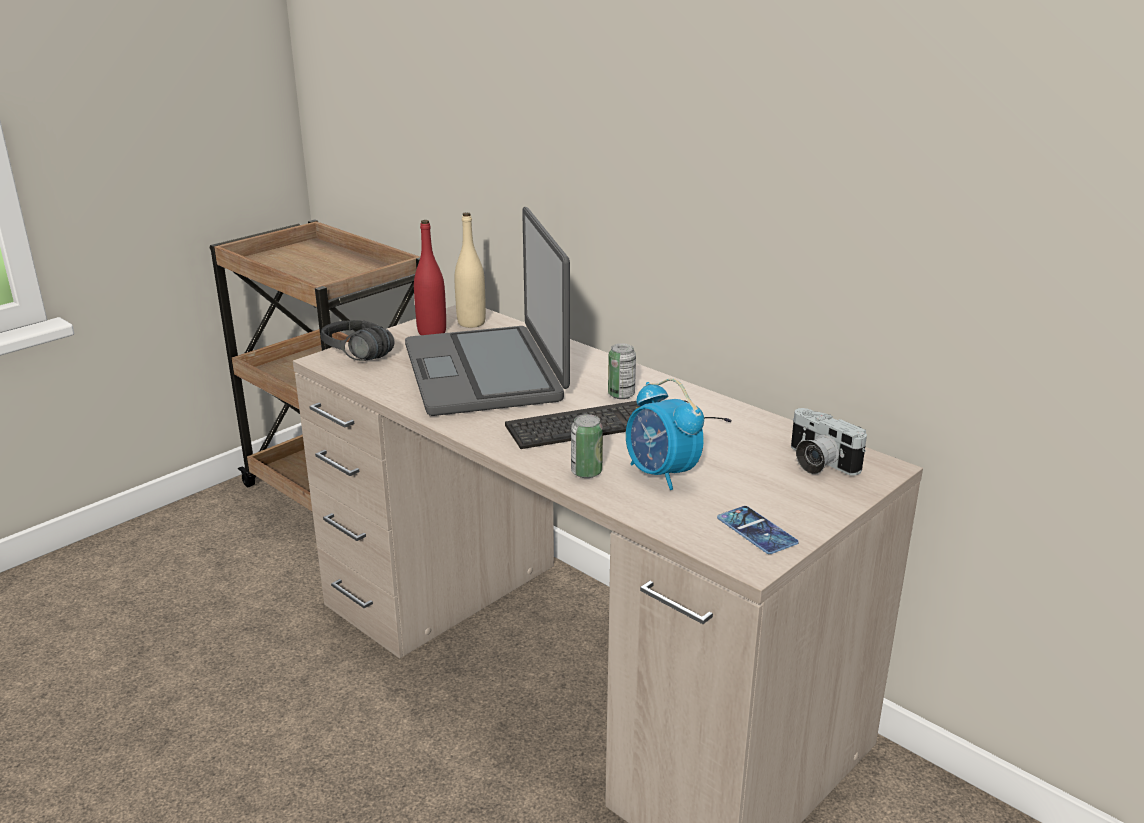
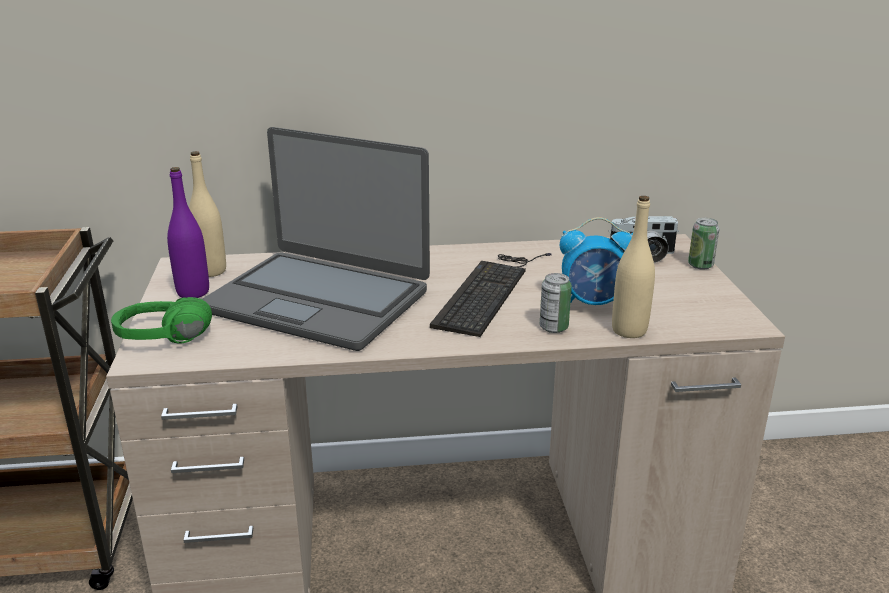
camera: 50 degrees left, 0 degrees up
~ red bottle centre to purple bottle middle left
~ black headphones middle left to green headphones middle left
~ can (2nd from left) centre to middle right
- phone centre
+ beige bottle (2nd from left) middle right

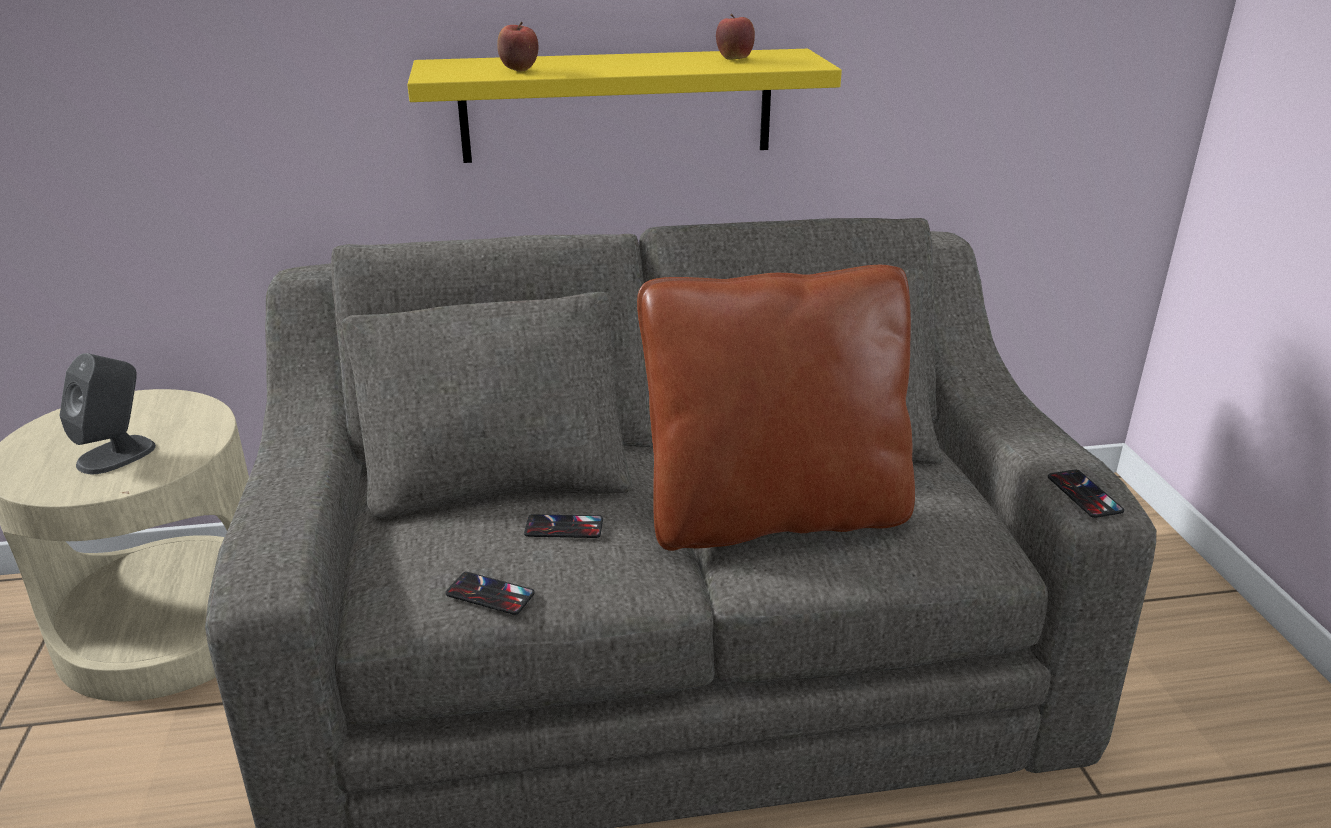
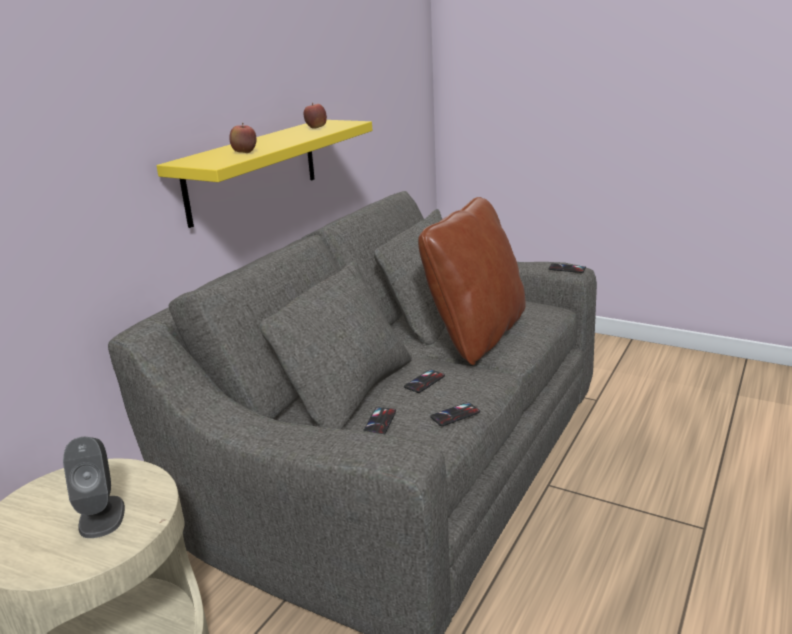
camera: 50 degrees left, 5 degrees down
+ phone (1st from left) centre

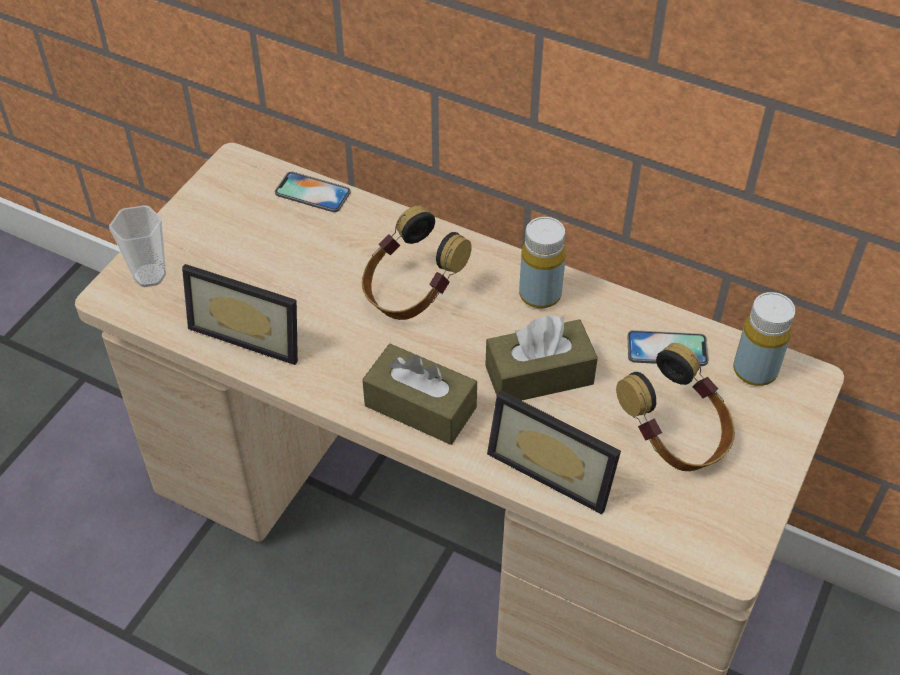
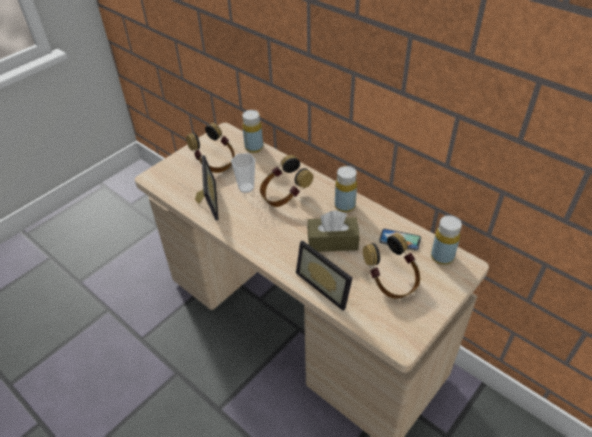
camera: 15 degrees right, 5 degrees down
~ phone (1st from left) top centre to yellow bottle (1st from left) top centre
~ cup middle left to centre
~ picture frame (1st from left) middle left = centre 135 degrees counterclockwise
- brown tissue box (1st from left) centre
+ headphones (1st from left) centre

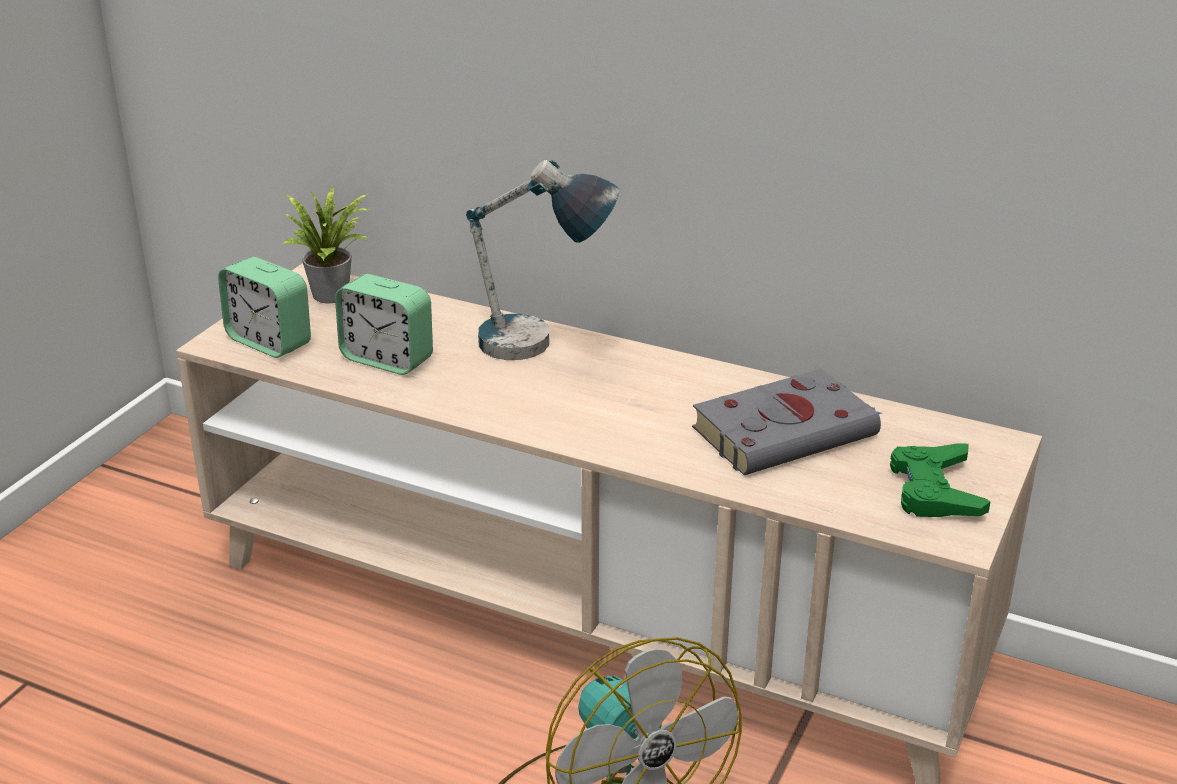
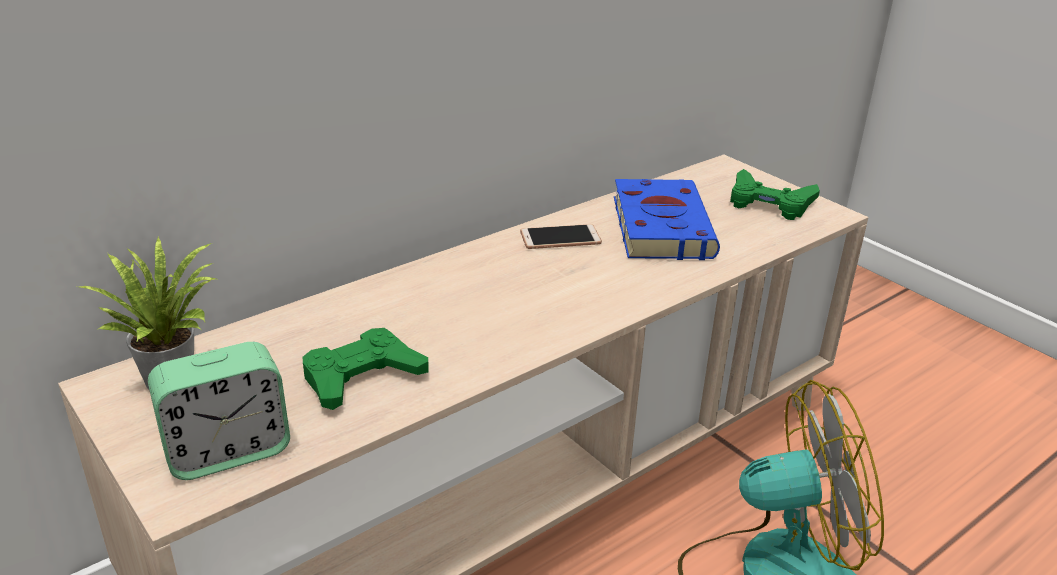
camera: 65 degrees left, 0 degrees up
- table lamp top centre
~ alarm clock (2nd from left) middle left to green game controller (1st from left) centre
~ grey book middle right to blue book centre
+ phone centre

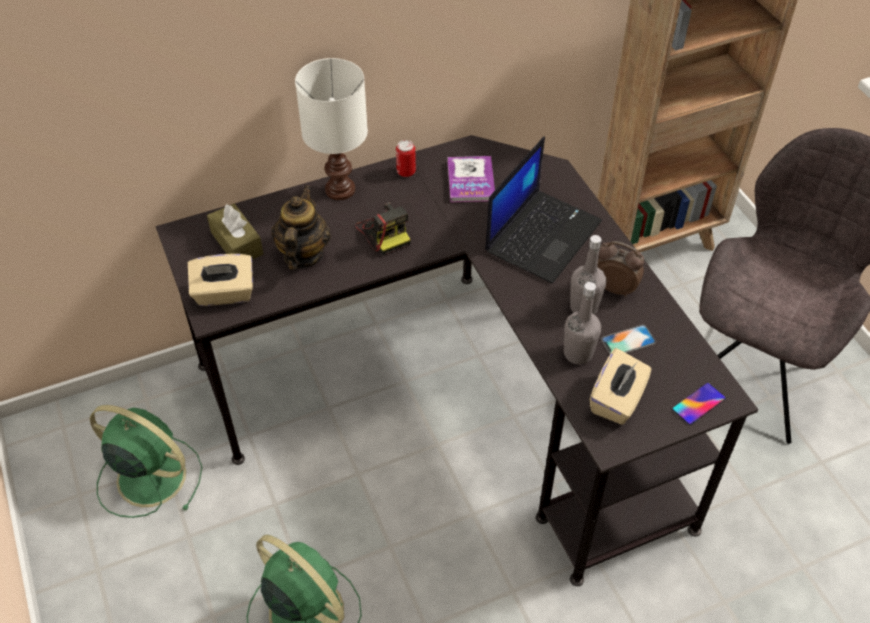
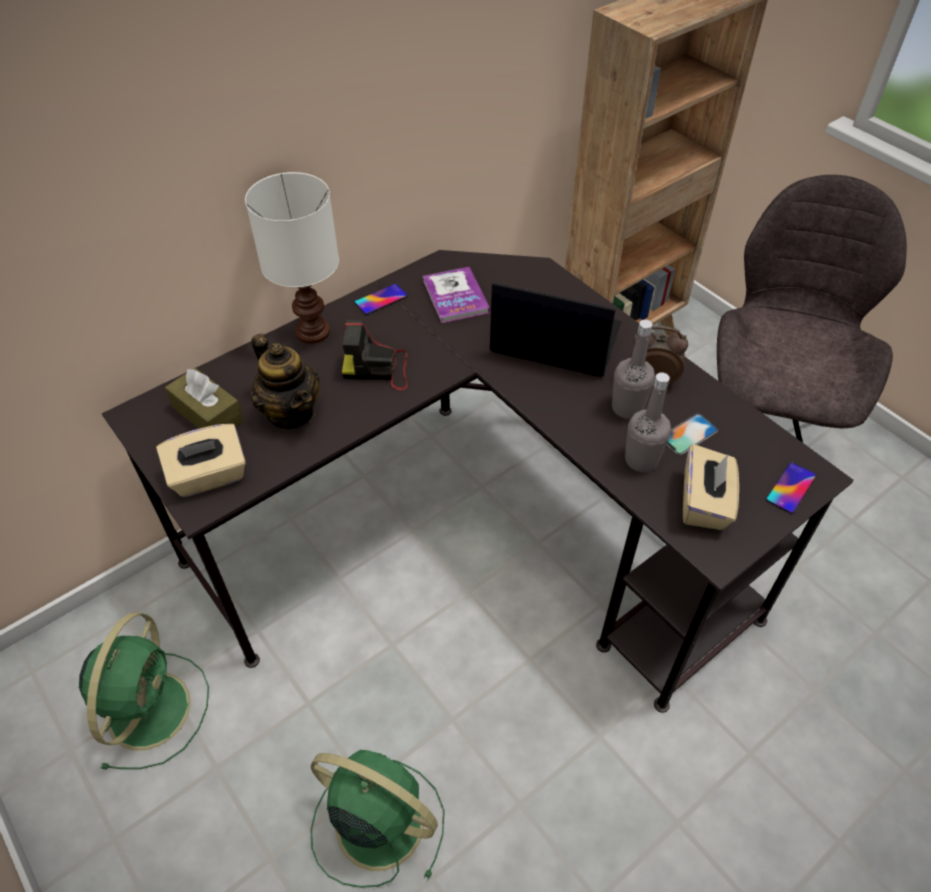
camera: 15 degrees left, 0 degrees up
~ laptop centre = centre 90 degrees counterclockwise
~ can top centre to phone (1st from left) centre
~ teapot centre = middle left 150 degrees clockwise
~ photo camera centre = centre 135 degrees clockwise
~ green fan (1st from left) bottom left = bottom left 90 degrees clockwise

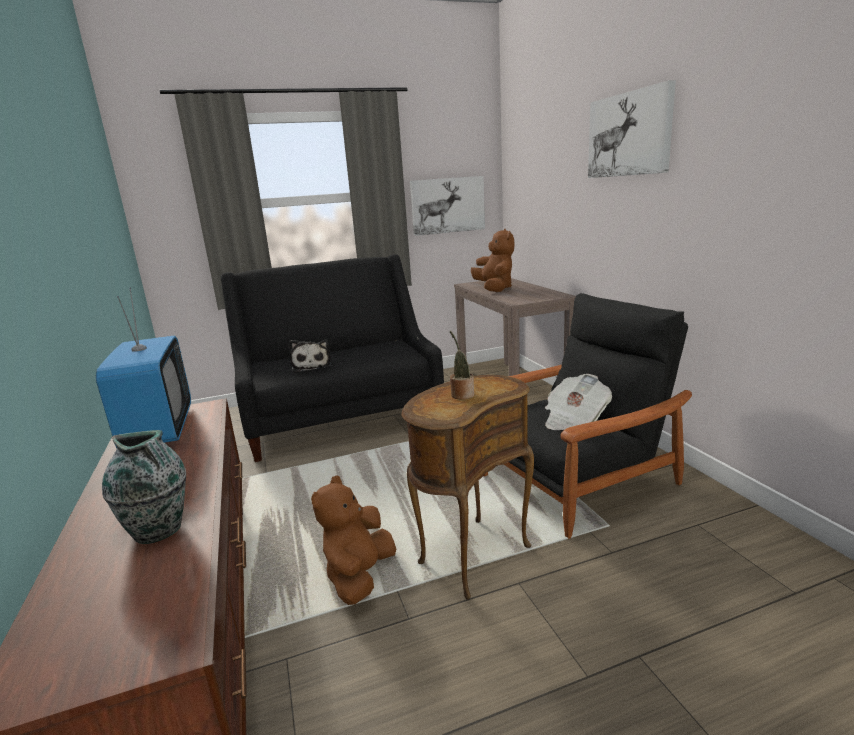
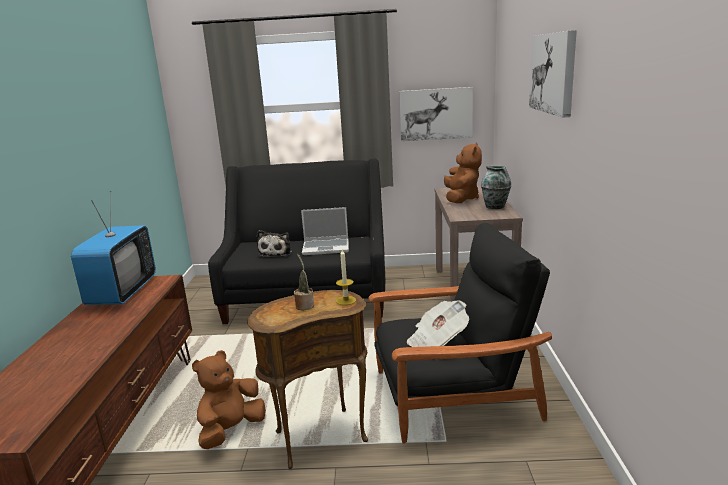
camera: 20 degrees right, 0 degrees up
~ vase middle left to middle right
+ laptop centre
+ candle centre

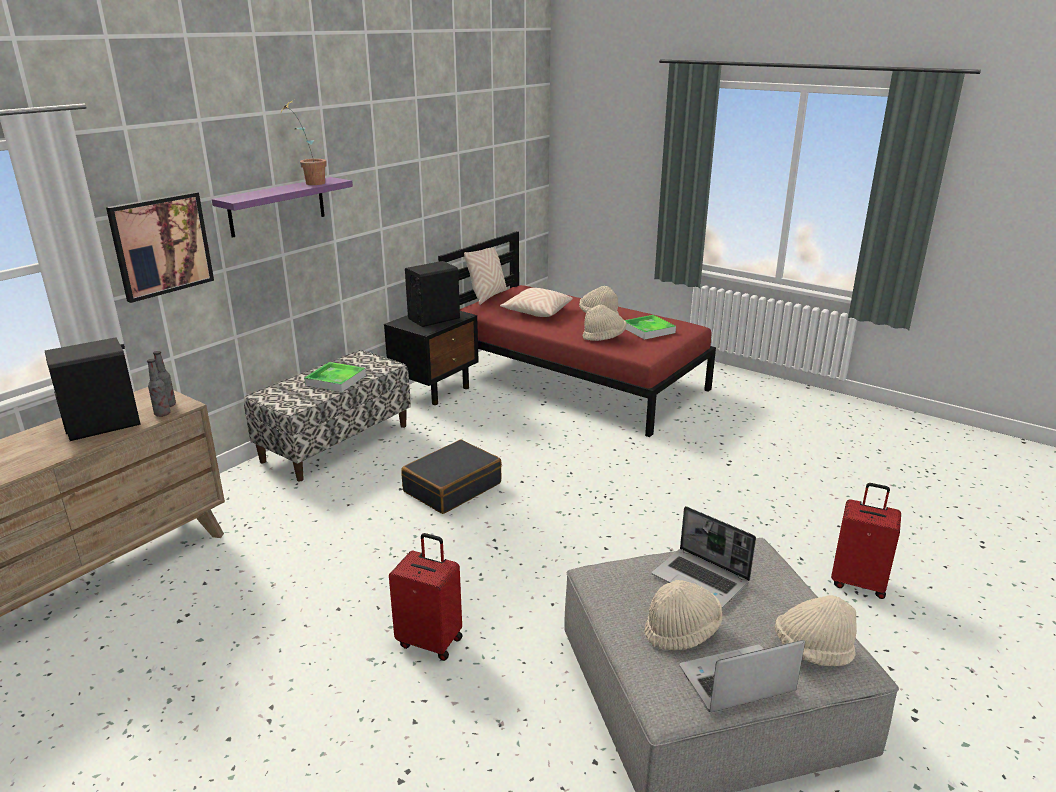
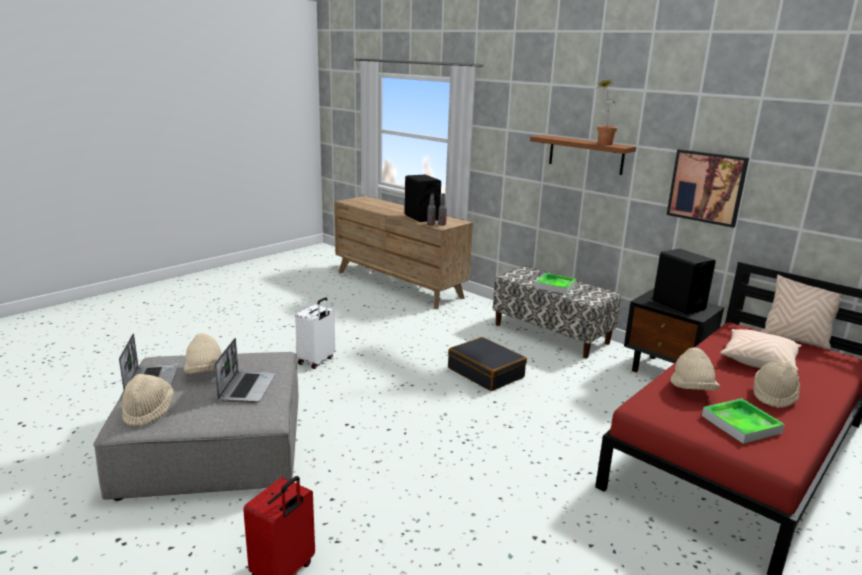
camera: 95 degrees right, 5 degrees down
~ purple shelf top left to brown shelf top right
~ picture top left to top right
~ laptop (1st from left in the first image) bottom right = middle left 135 degrees clockwise
~ red suitcase (1st from left) bottom centre to white suitcase centre

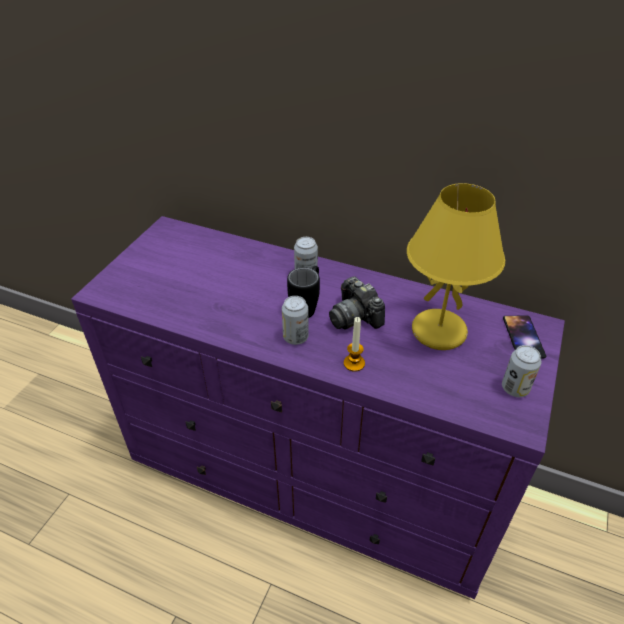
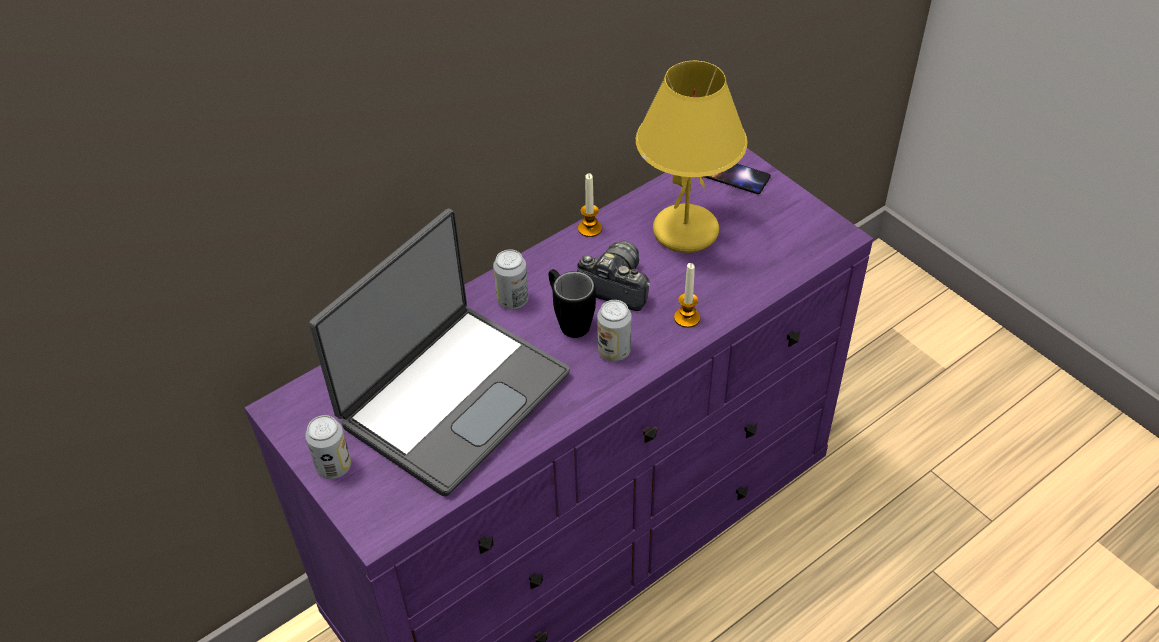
camera: 60 degrees left, 5 degrees up
~ photo camera centre = centre 150 degrees counterclockwise
~ can (3rd from left in the first image) middle right to can (1st from left) bottom left
+ candle (1st from left) top centre
+ laptop centre

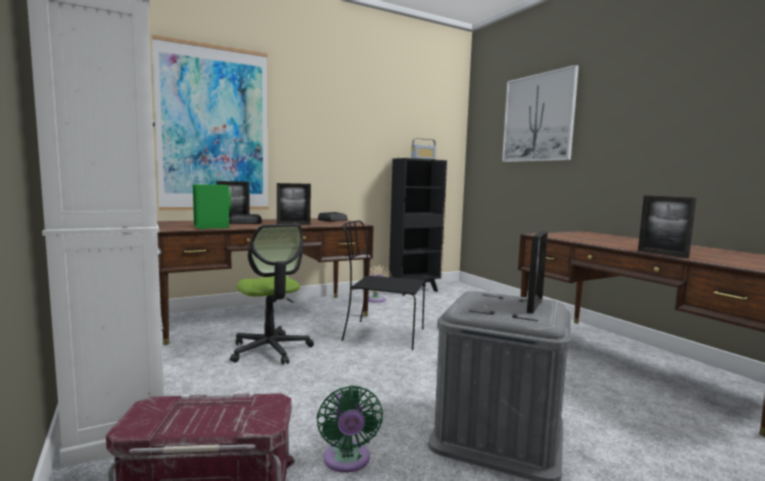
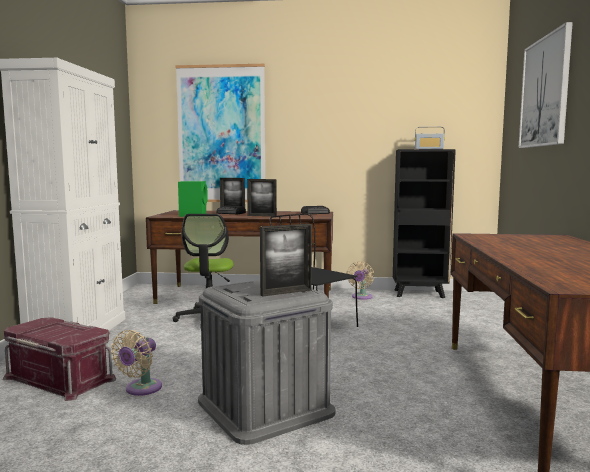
camera: 35 degrees right, 0 degrees up
- picture frame (4th from left) middle right
~ green fan bottom centre to beige fan (1st from left) bottom left

